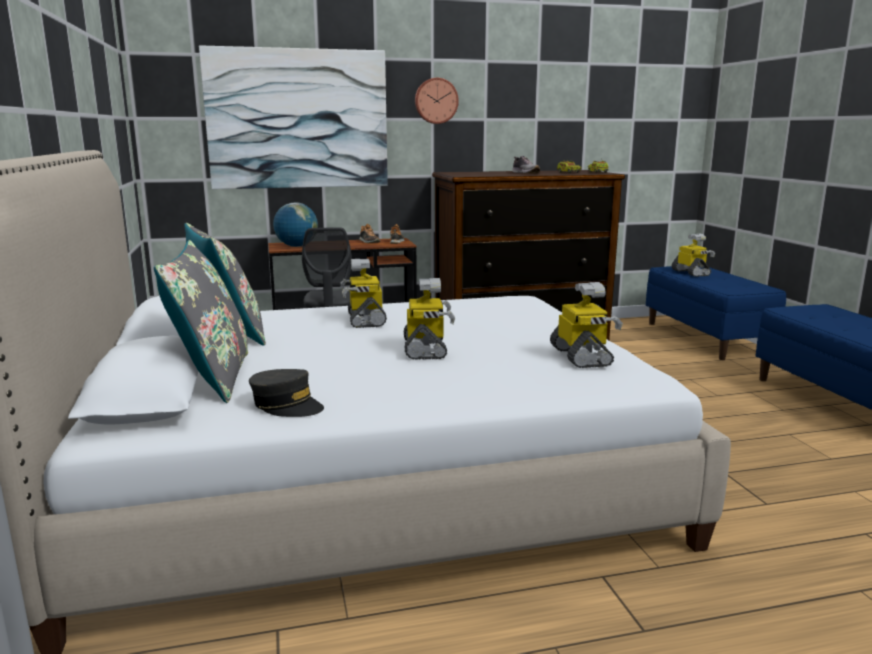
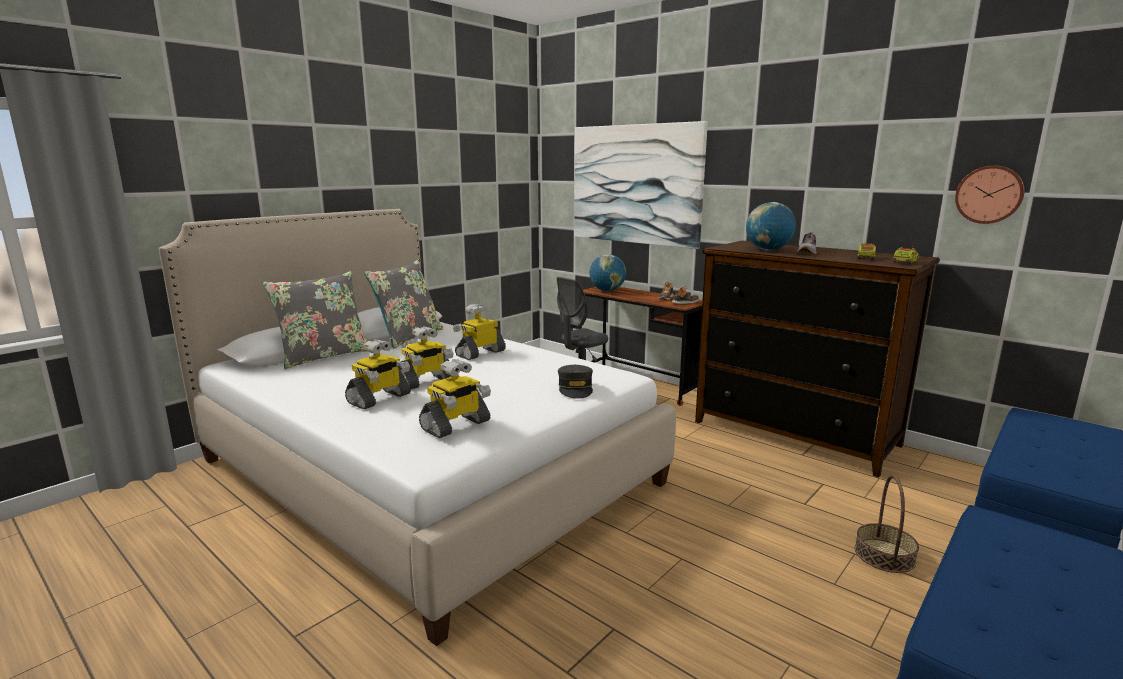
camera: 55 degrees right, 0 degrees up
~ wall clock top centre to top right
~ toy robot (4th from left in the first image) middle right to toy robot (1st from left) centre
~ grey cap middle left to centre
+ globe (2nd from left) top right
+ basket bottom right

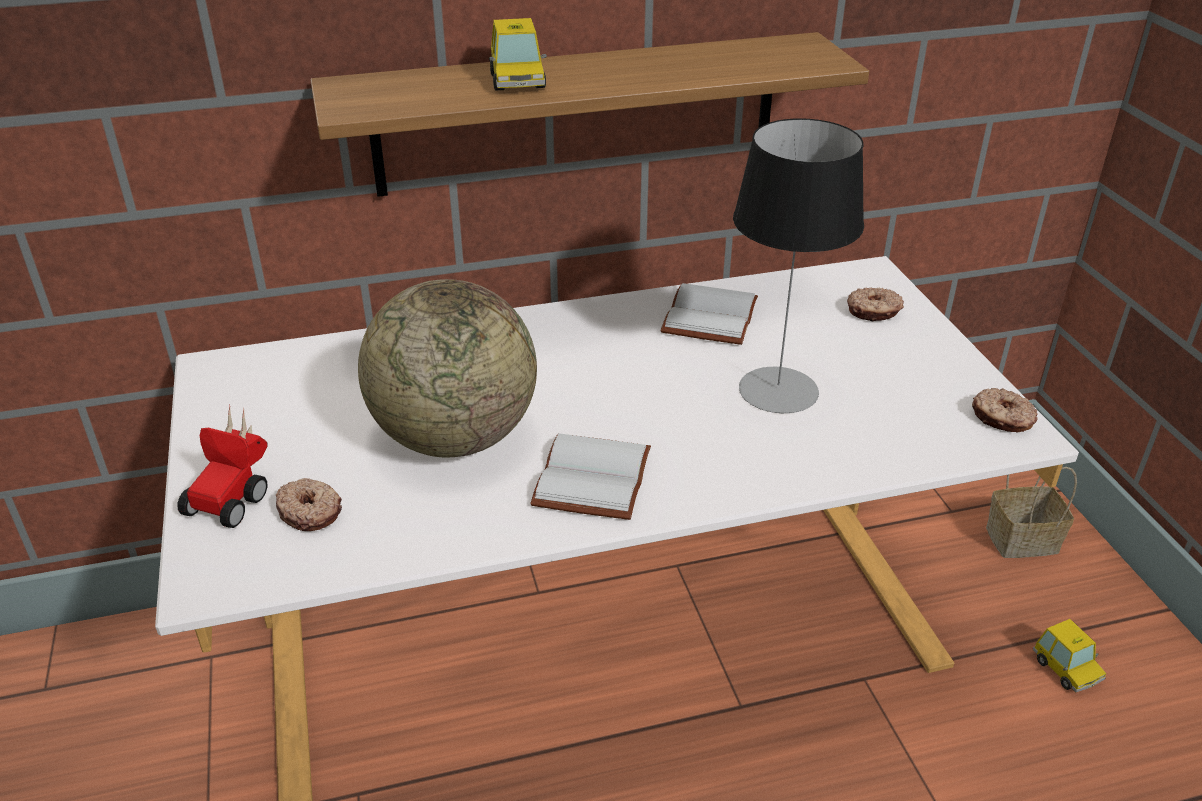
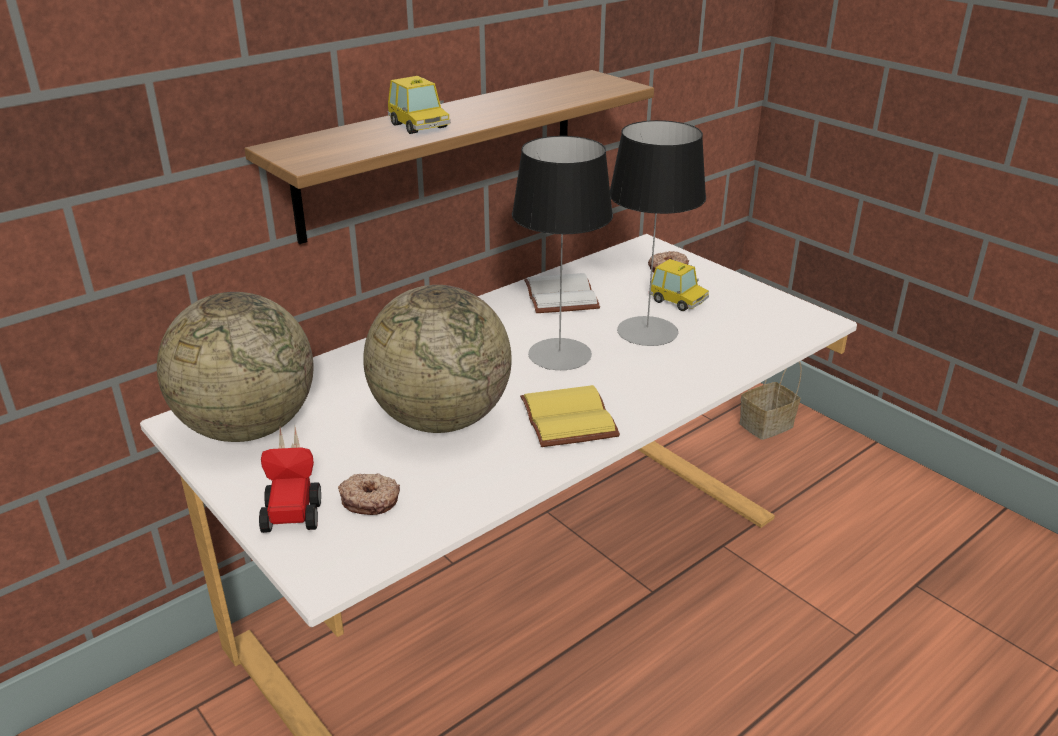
camera: 25 degrees left, 5 degrees down
- donut (3rd from left) middle right
~ white book (1st from left) centre to yellow book centre
~ toy car (3rd from left) bottom right to centre
+ table lamp (1st from left) centre
+ globe (1st from left) middle left

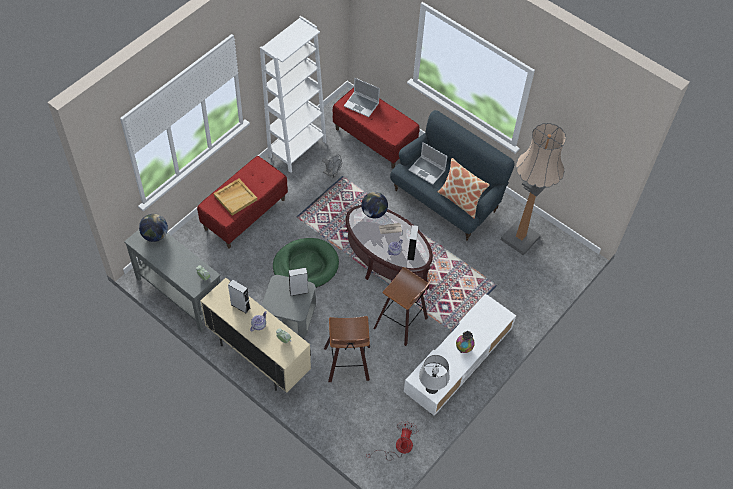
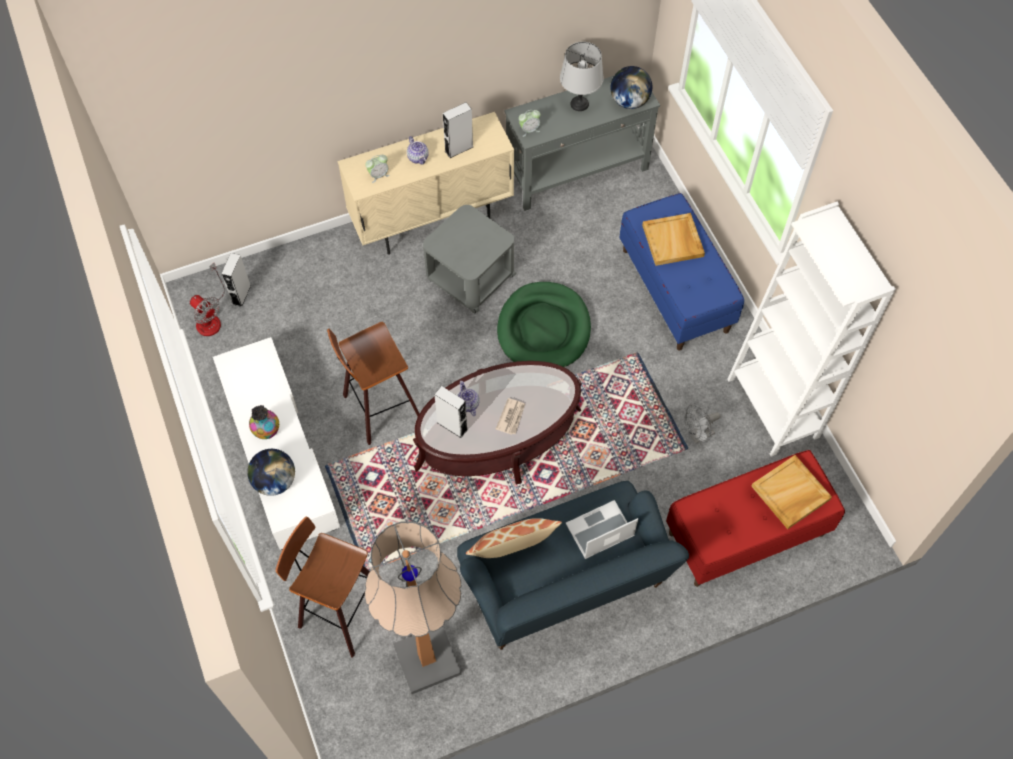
camera: 120 degrees right, 5 degrees up
~ laptop (1st from left) top centre to beige tray (2nd from left) middle right
~ red bench (1st from left) middle left to blue bench middle right
~ globe (2nd from left in the first image) centre to globe (1st from left) middle left
~ grey speaker (2nd from left in the first image) centre to grey speaker (1st from left) middle left
~ stool (1st from left) bottom centre to bottom left
~ grey table lamp bottom centre to top centre

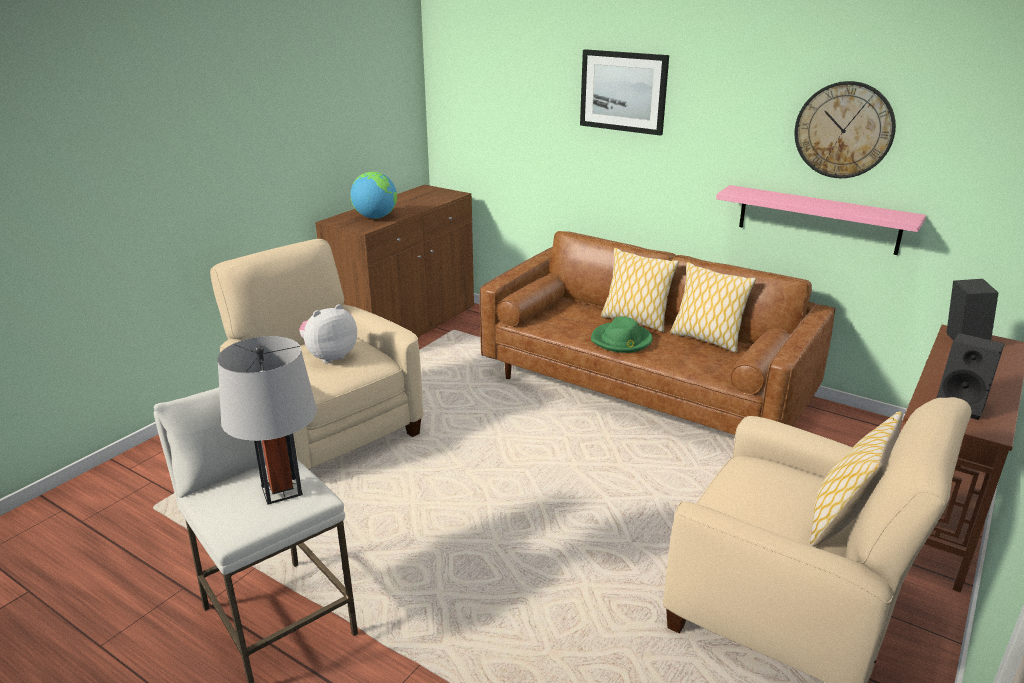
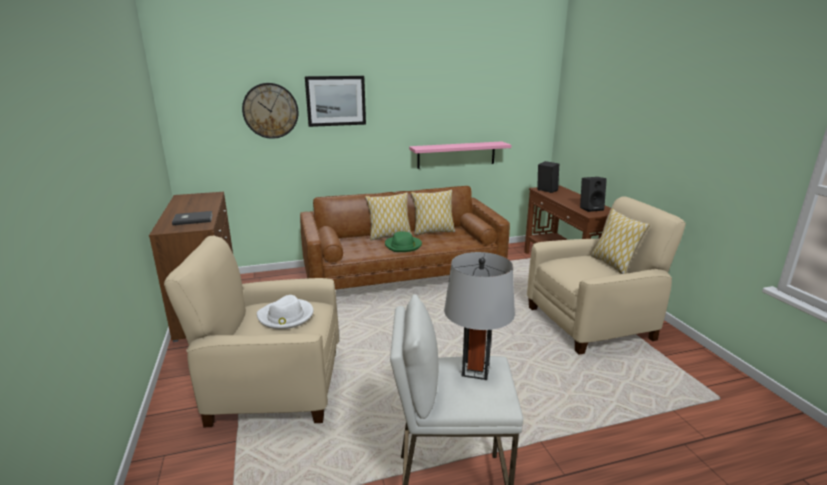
camera: 50 degrees left, 5 degrees down
~ wall clock top right to top left
~ globe top centre to grey book middle left
~ plush toy middle left to white hat centre

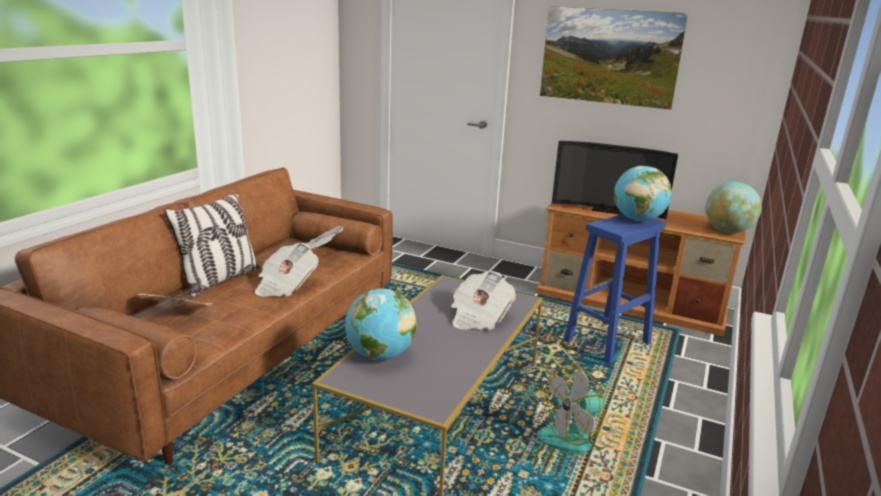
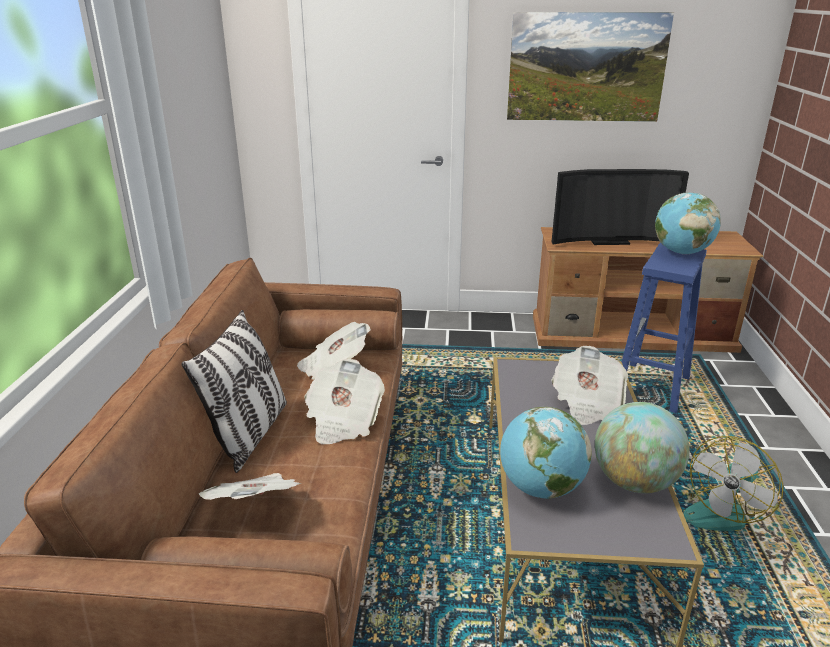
camera: 20 degrees left, 5 degrees up
~ globe (3rd from left in the first image) middle right to globe (2nd from left) bottom right

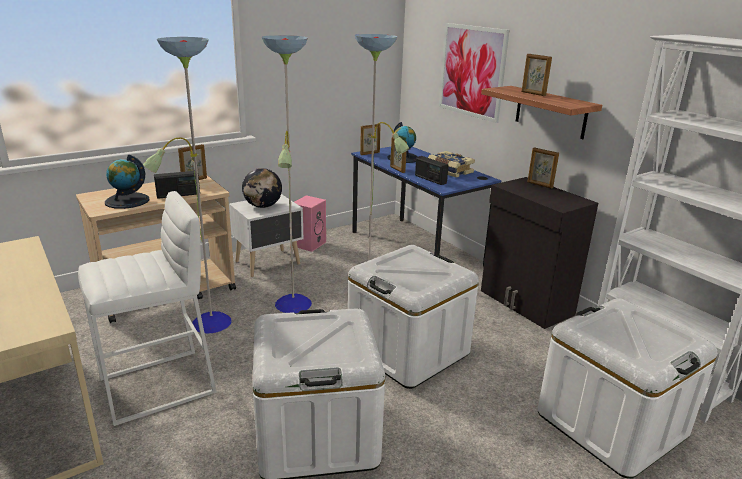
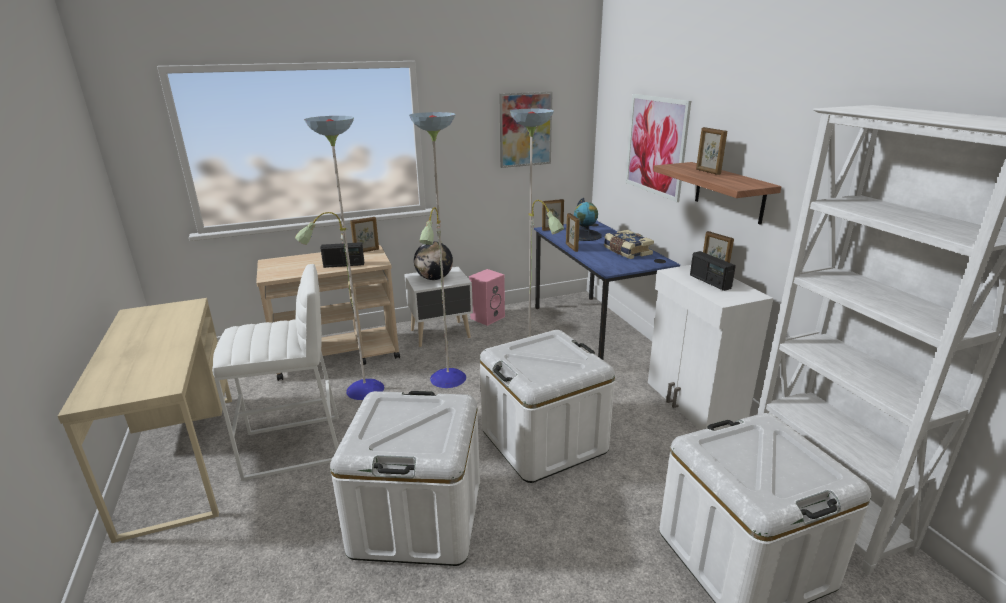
camera: 15 degrees right, 0 degrees up
- globe (1st from left) middle left
~ radio (2nd from left) centre to middle right
~ black cabinet middle right to white cabinet middle right
+ picture (1st from left) top centre

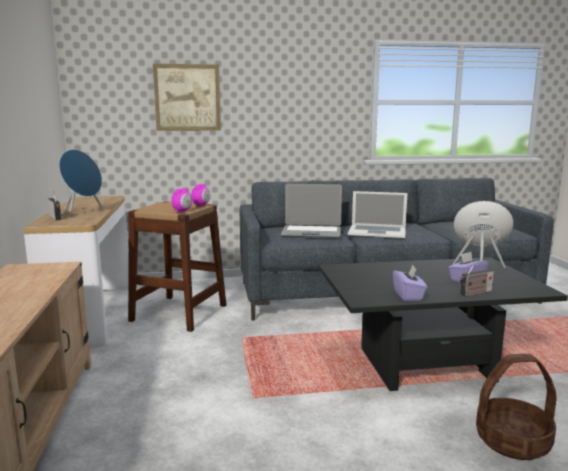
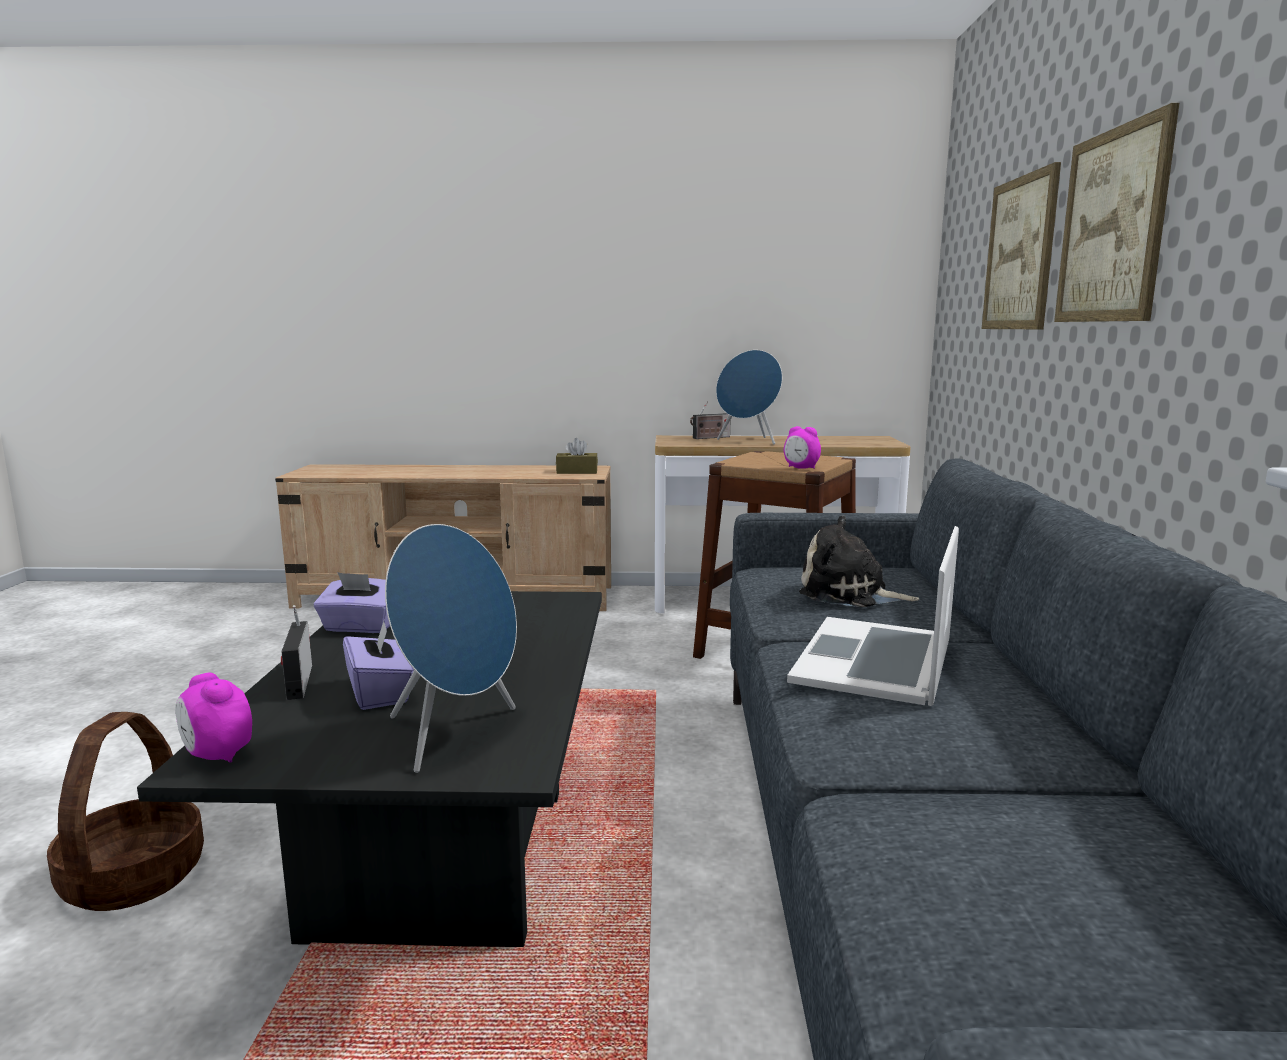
camera: 100 degrees right, 0 degrees up
~ laptop (1st from left) centre to plush toy middle right
~ alarm clock (1st from left) middle left to bottom left
+ picture (2nd from left) top right
+ brown tissue box centre

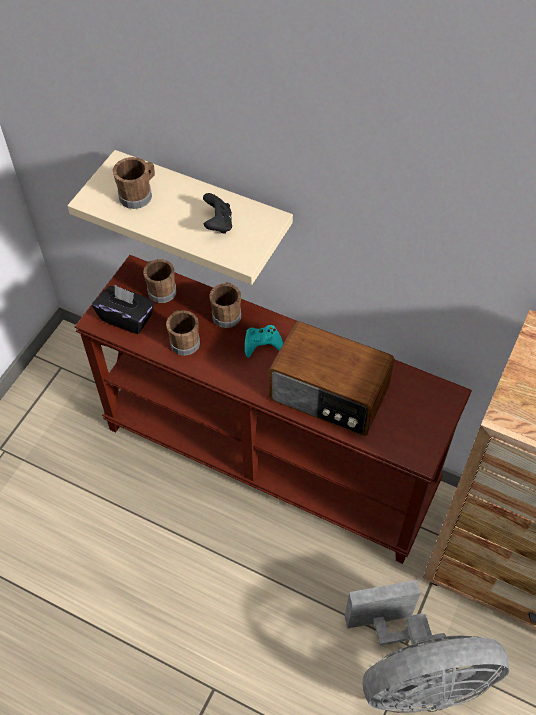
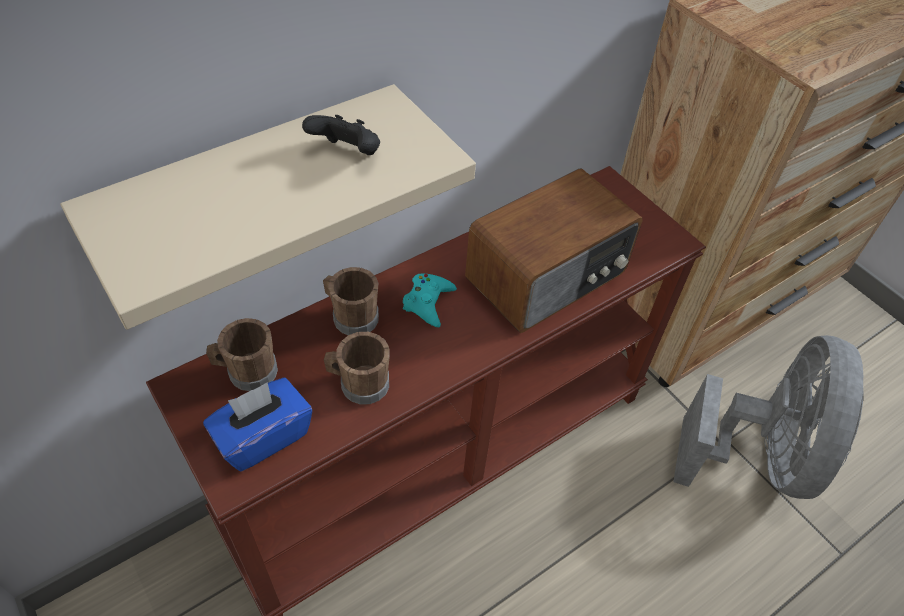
camera: 65 degrees left, 5 degrees down
- brown mug (1st from left) top left
~ black tissue box middle left to blue tissue box bottom left

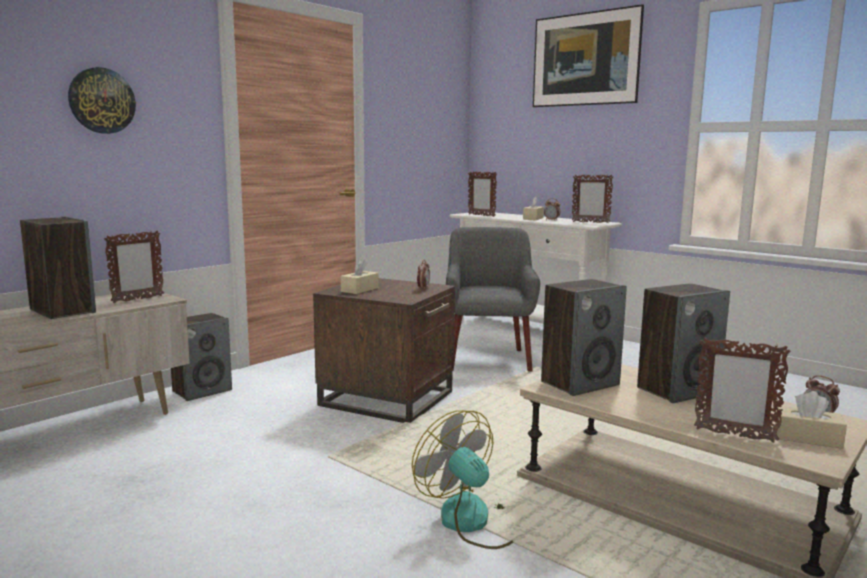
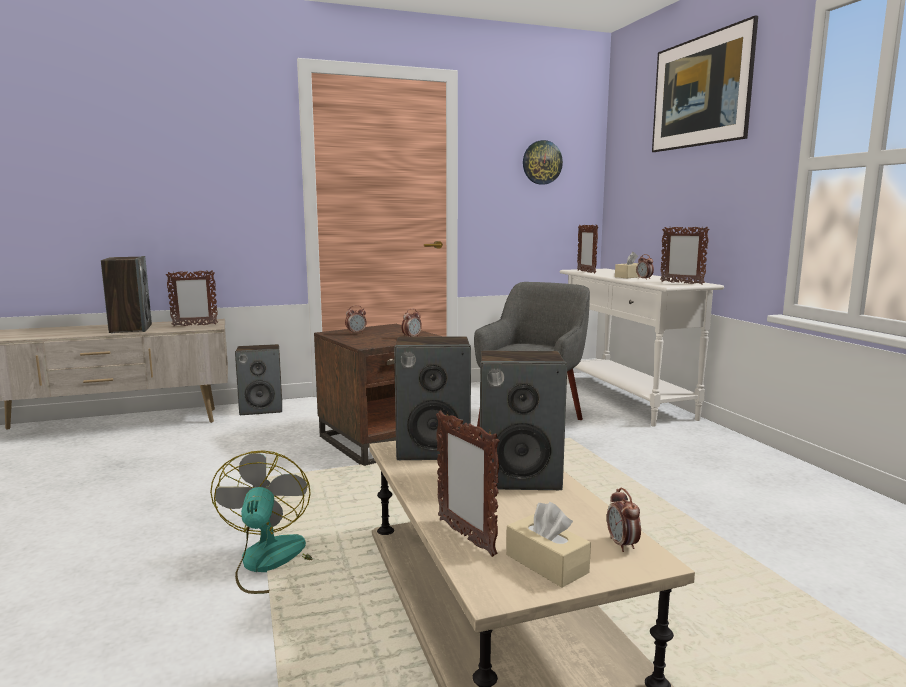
camera: 30 degrees right, 0 degrees up
~ wall clock top left to top centre
~ beige tissue box (1st from left) centre to alarm clock (1st from left) centre

